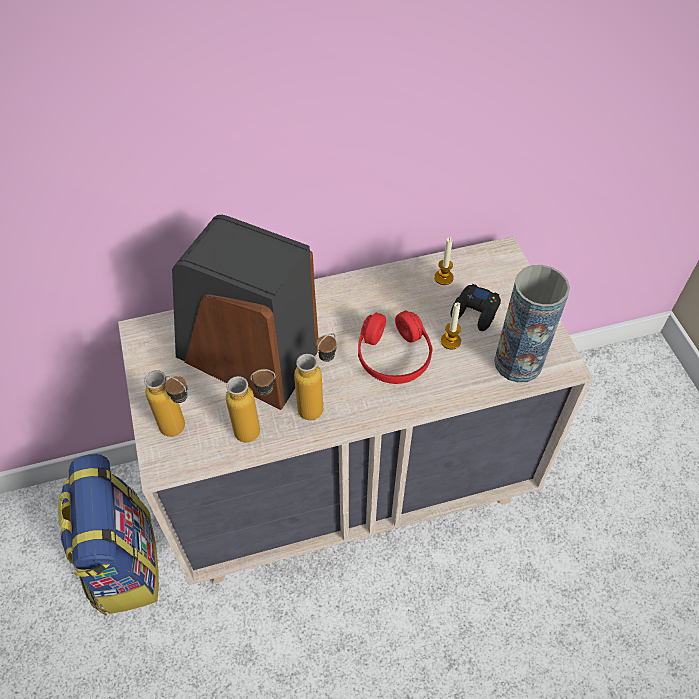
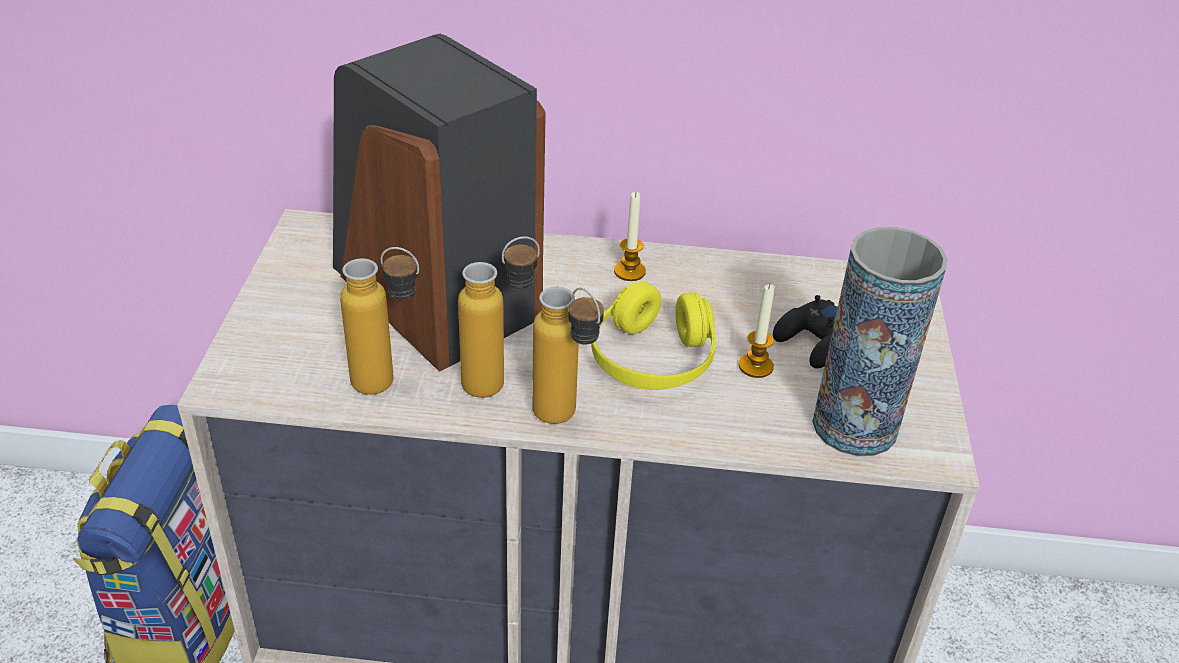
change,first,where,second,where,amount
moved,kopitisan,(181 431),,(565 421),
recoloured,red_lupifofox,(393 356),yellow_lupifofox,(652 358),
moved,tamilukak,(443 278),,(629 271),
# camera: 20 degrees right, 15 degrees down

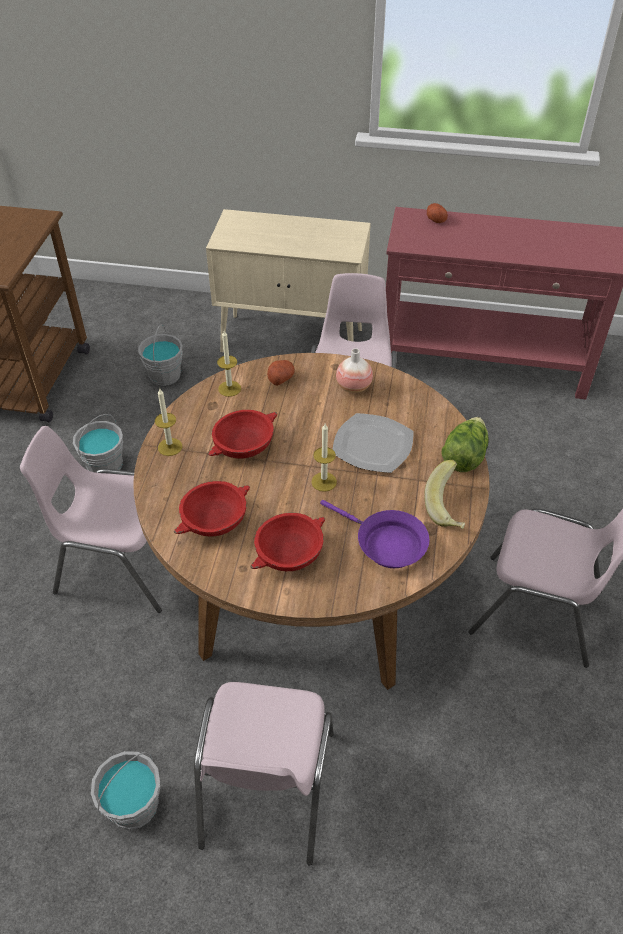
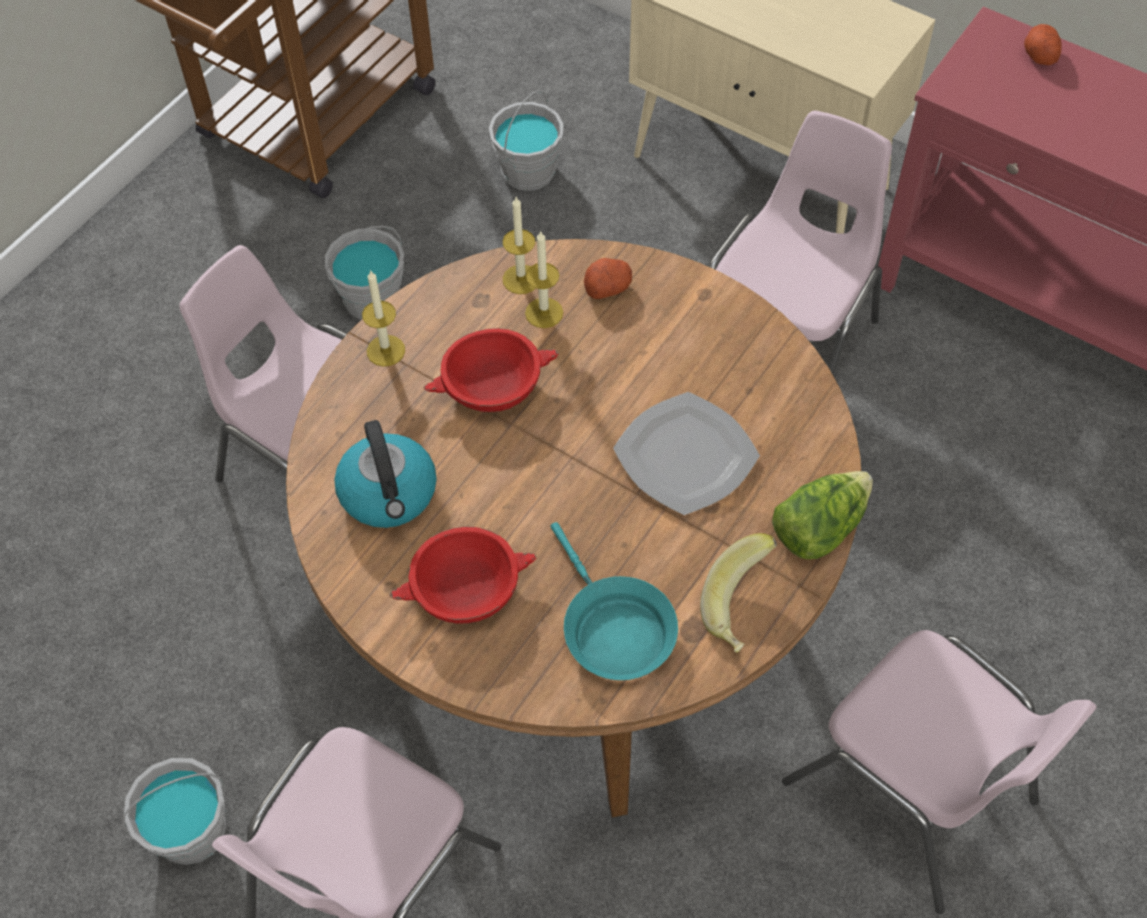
change,first,where,second,where,amount
replaced,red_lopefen,(214 519),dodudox,(389 494),
moved,tamilukak,(324 481),,(544 313),
recoloured,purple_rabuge,(385 543),turquoise_rabuge,(613 629),
removed,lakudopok,(353 387),,,
# camera: 25 degrees right, 10 degrees up

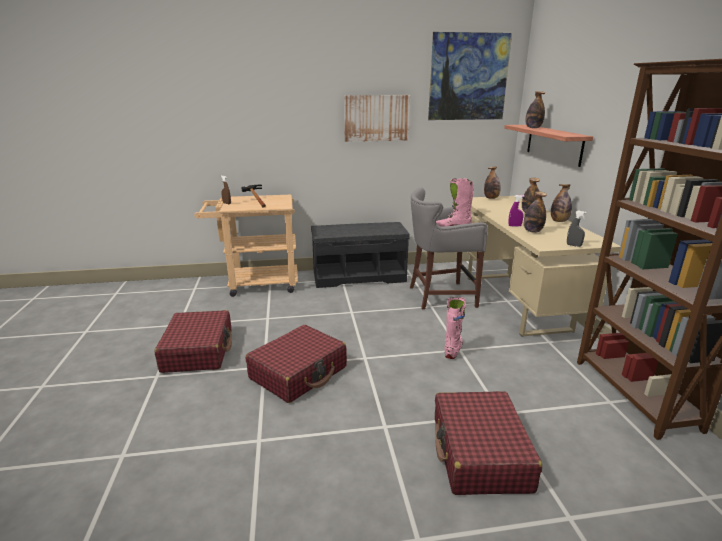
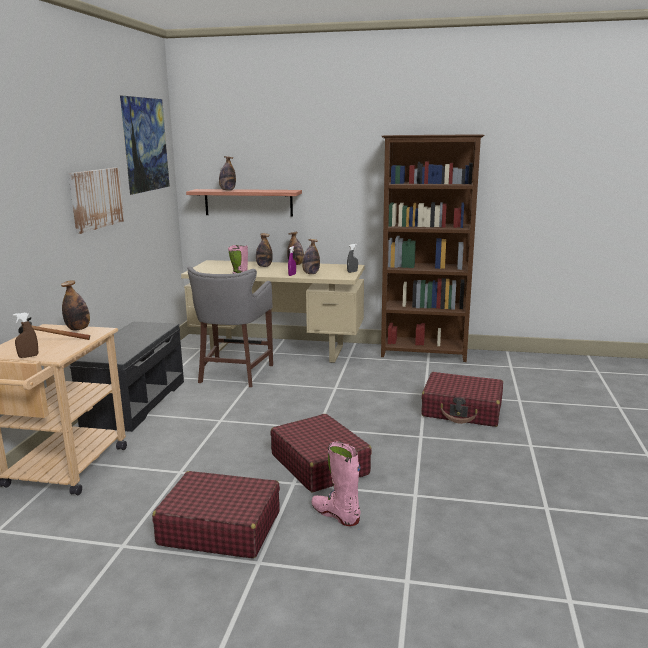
change,first,where,second,where,amount
moved,kopitisan,(491 198),,(78 329),
moved,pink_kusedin,(453 349),,(335 515),
# camera: 70 degrees left, 5 degrees down

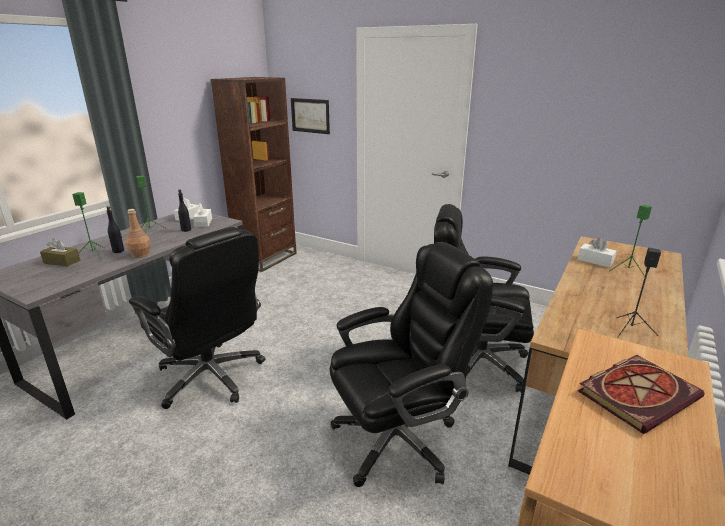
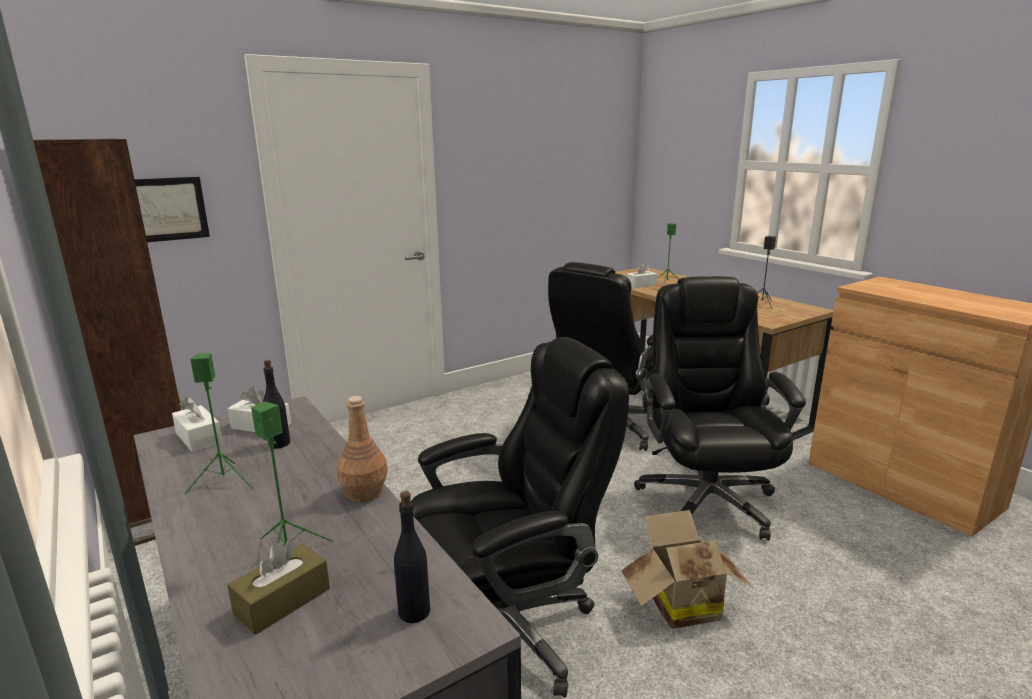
change,first,where,second,where,amount
moved,black_kopitisan,(118 251),,(414 611),
added,,,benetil,(679 603),
removed,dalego,(637 393),,,
# camera: 65 degrees left, 5 degrees down

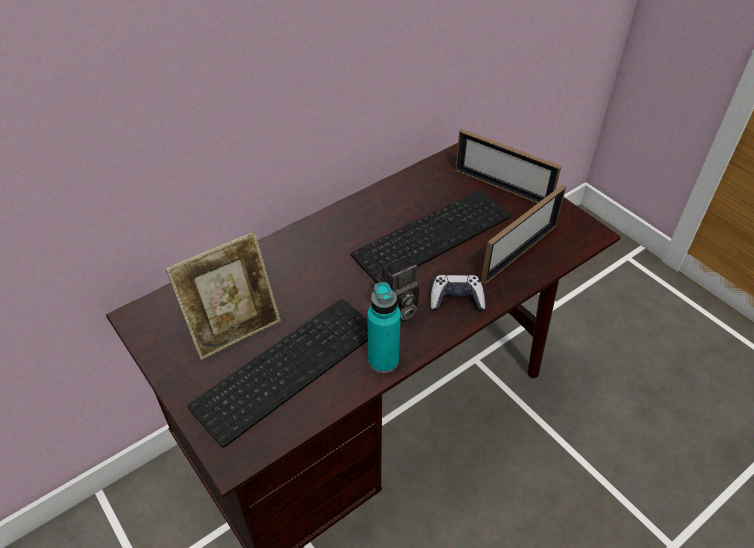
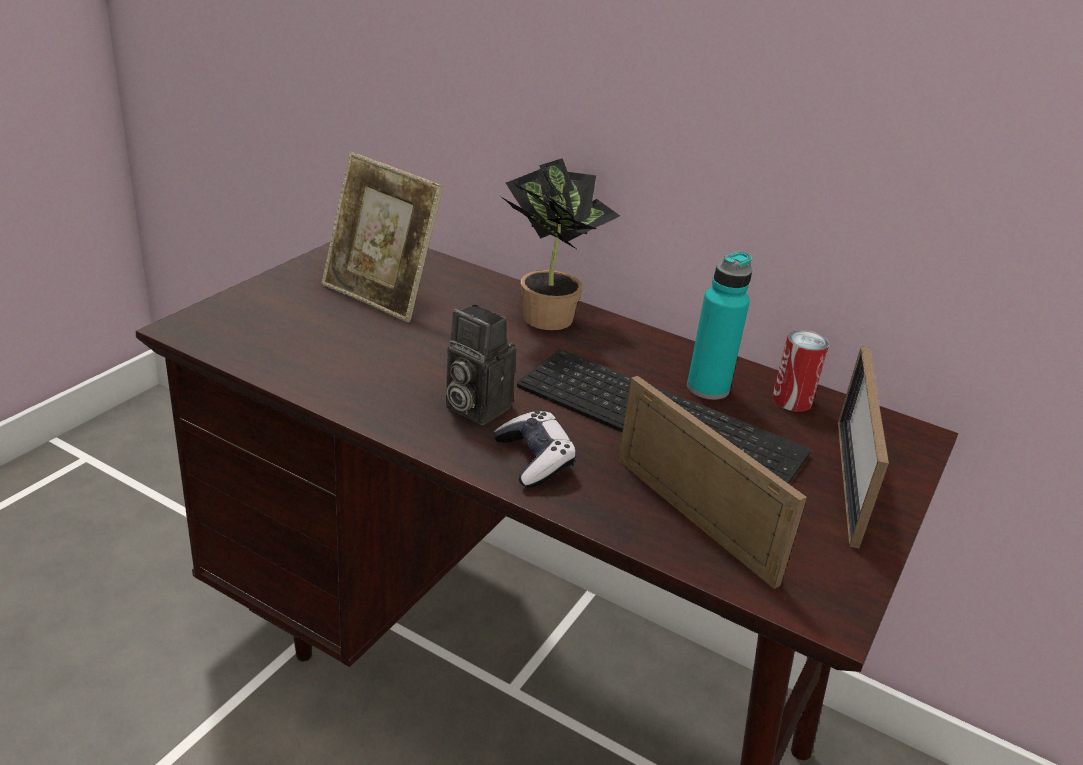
change,first,where,second,where,amount
added,,,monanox,(546 314),
turned,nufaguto,(519 253),,(693 518),150 degrees counterclockwise
moved,turquoise_kopitisan,(383 360),,(707 388),
added,,,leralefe,(792 400),
removed,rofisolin,(287 364),,,
# camera: 65 degrees right, 15 degrees down

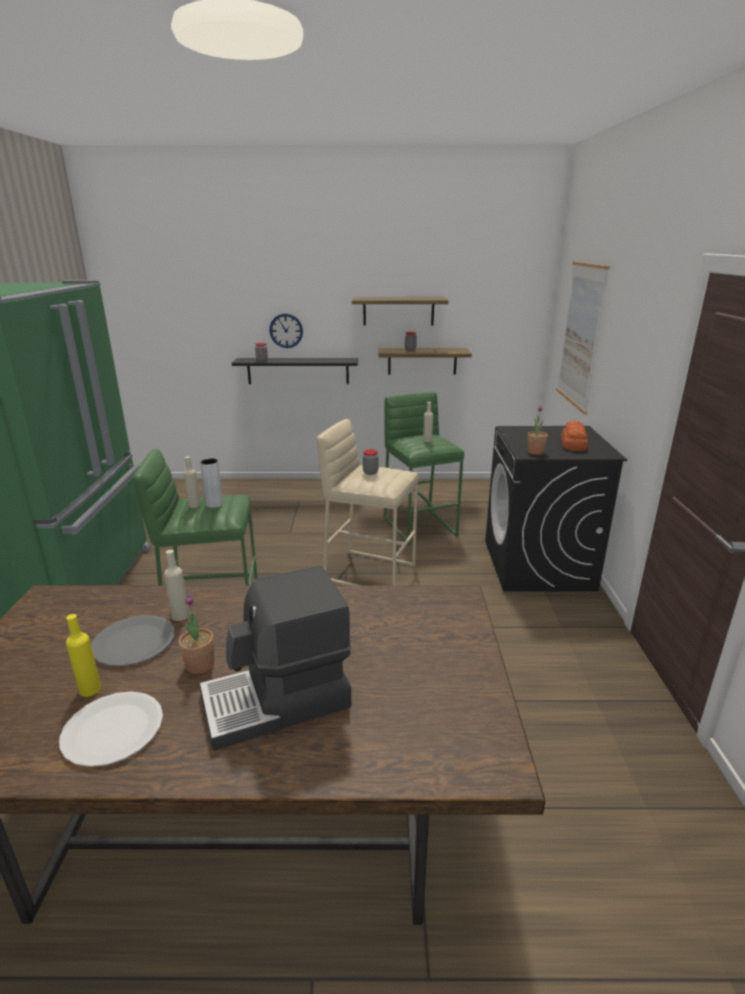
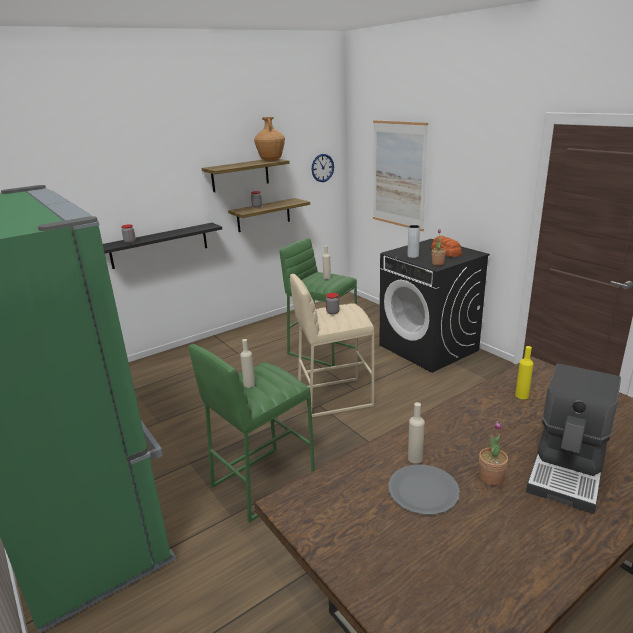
change,first,where,second,where,amount
added,,,brown_lakudopok,(271 160),
moved,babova,(286 330),,(322 168),
moved,grey_lakudopok,(214 504),,(413 256),
moved,yellow_kopitisan,(90 689),,(521 395),
removed,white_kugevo,(113 730),,,
# camera: 35 degrees left, 0 degrees up

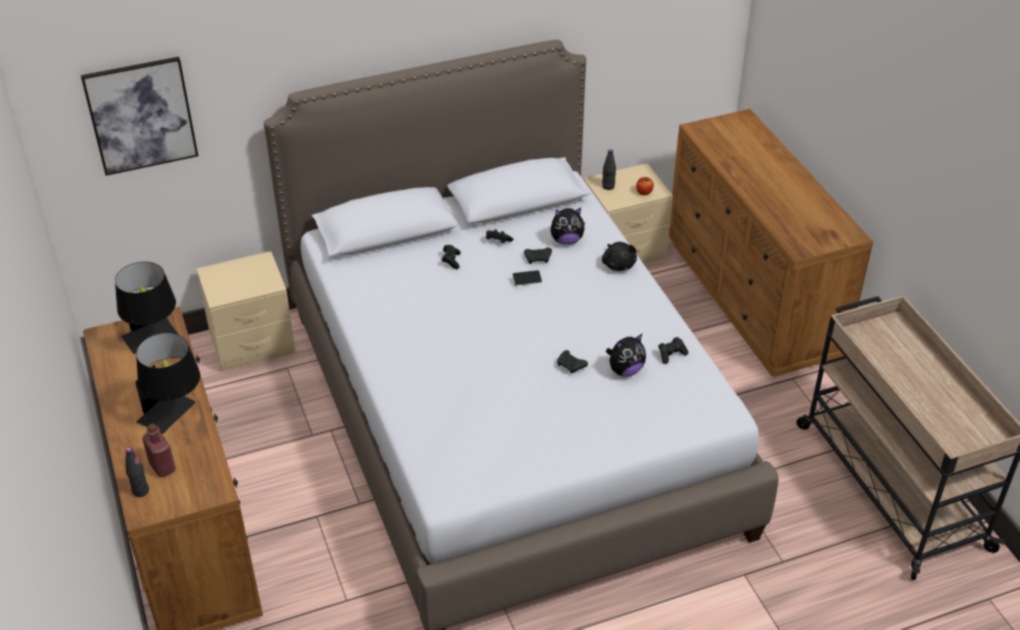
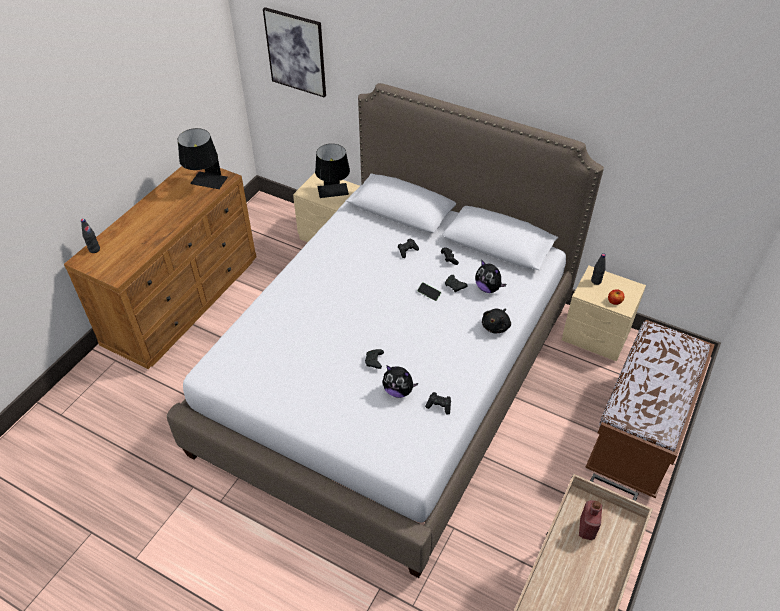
change,first,where,second,where,amount
moved,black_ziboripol,(175 415),,(334 194),
moved,red_kopitisan,(162 467),,(587 528),
replaced,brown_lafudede,(752 298),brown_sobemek,(639 433),
# camera: 50 degrees right, 5 degrees up

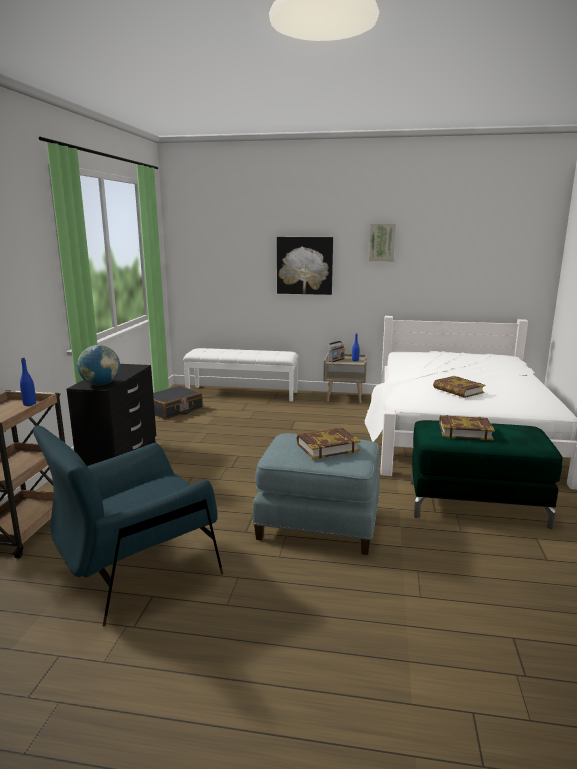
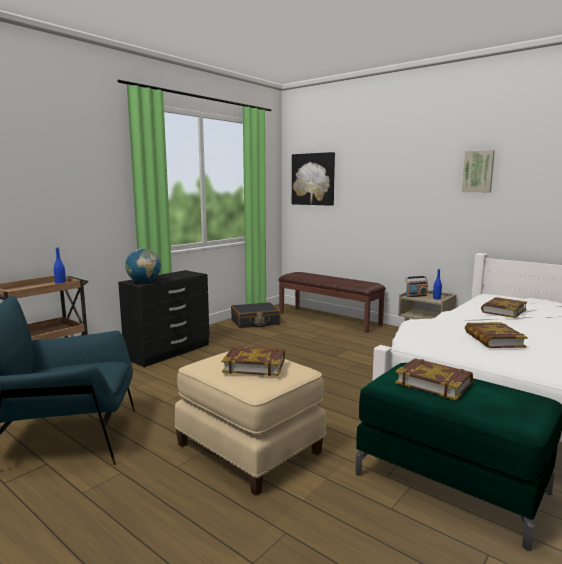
change,first,where,second,where,amount
recoloured,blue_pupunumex,(319 523),beige_pupunumex,(250 447),
recoloured,white_sobemek,(242 393),brown_sobemek,(329 318),
moved,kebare,(304 265),,(313 179),
added,,,dalego,(503 311),
# camera: 30 degrees right, 5 degrees down

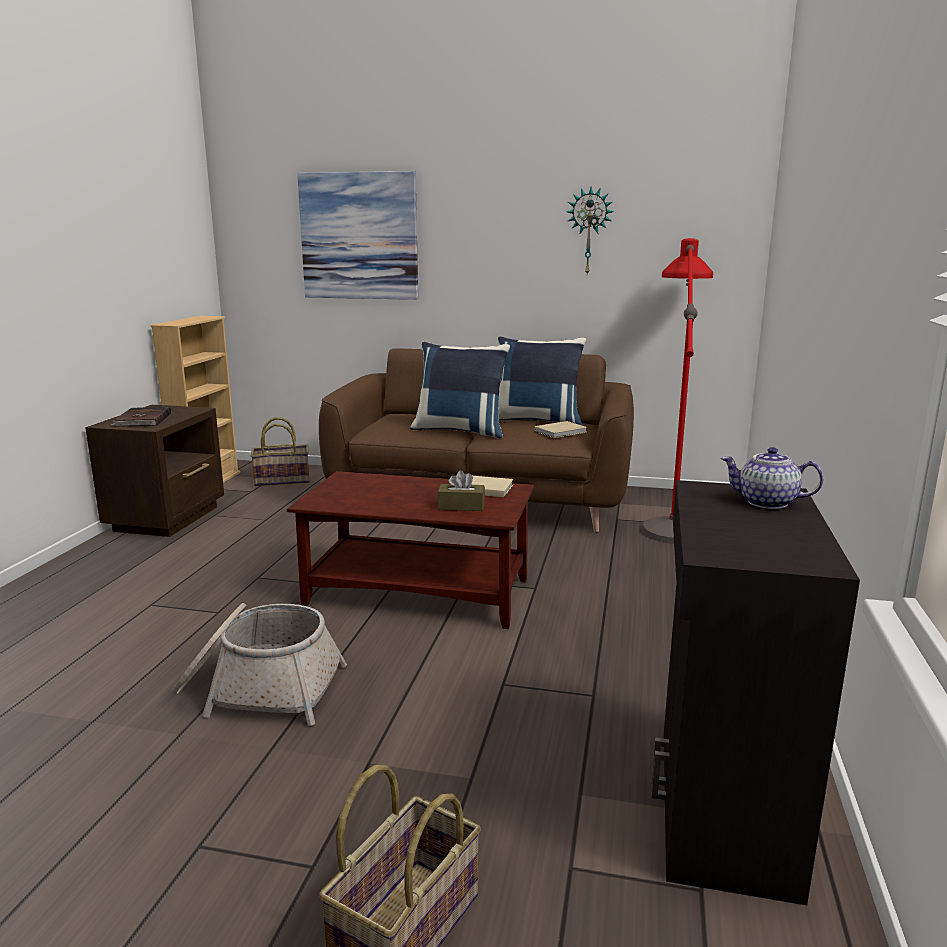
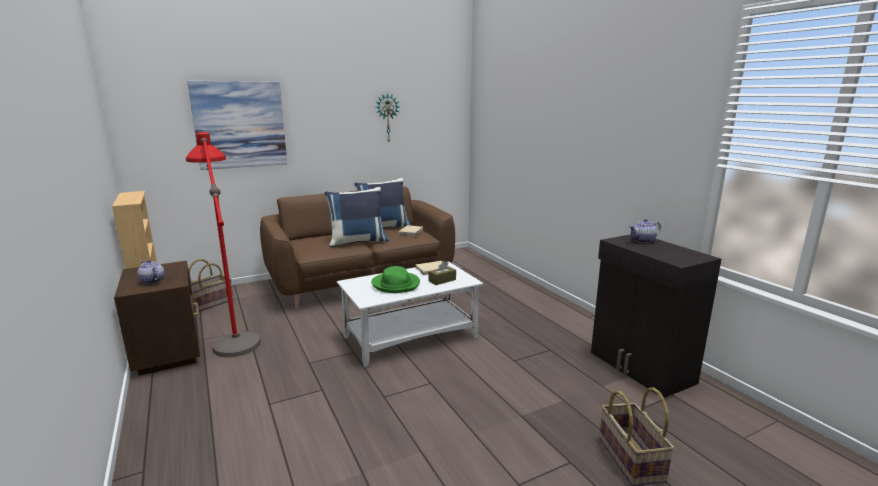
change,first,where,second,where,amount
replaced,brown_dalego,(142 420),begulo,(152 281),
moved,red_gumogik,(671 516),,(233 332),
recoloured,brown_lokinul,(420 592),white_lokinul,(411 337),
added,,,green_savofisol,(396 284),
removed,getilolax,(259 688),,,
# camera: 40 degrees left, 0 degrees up

